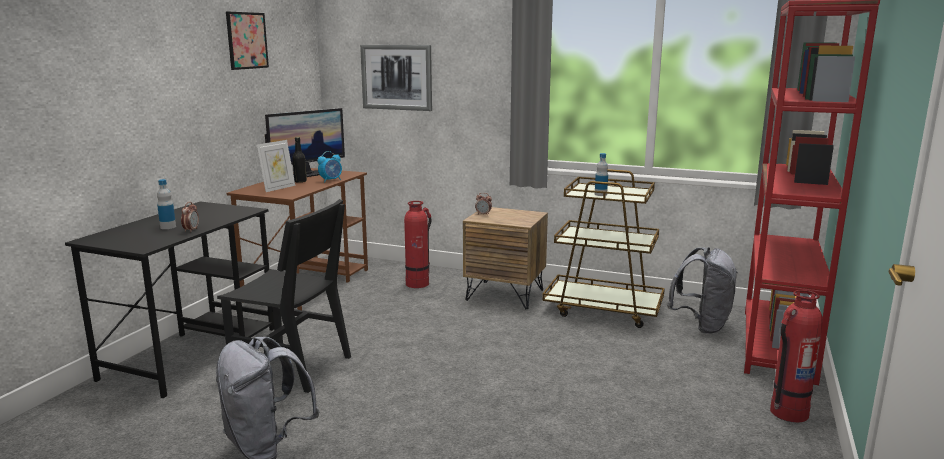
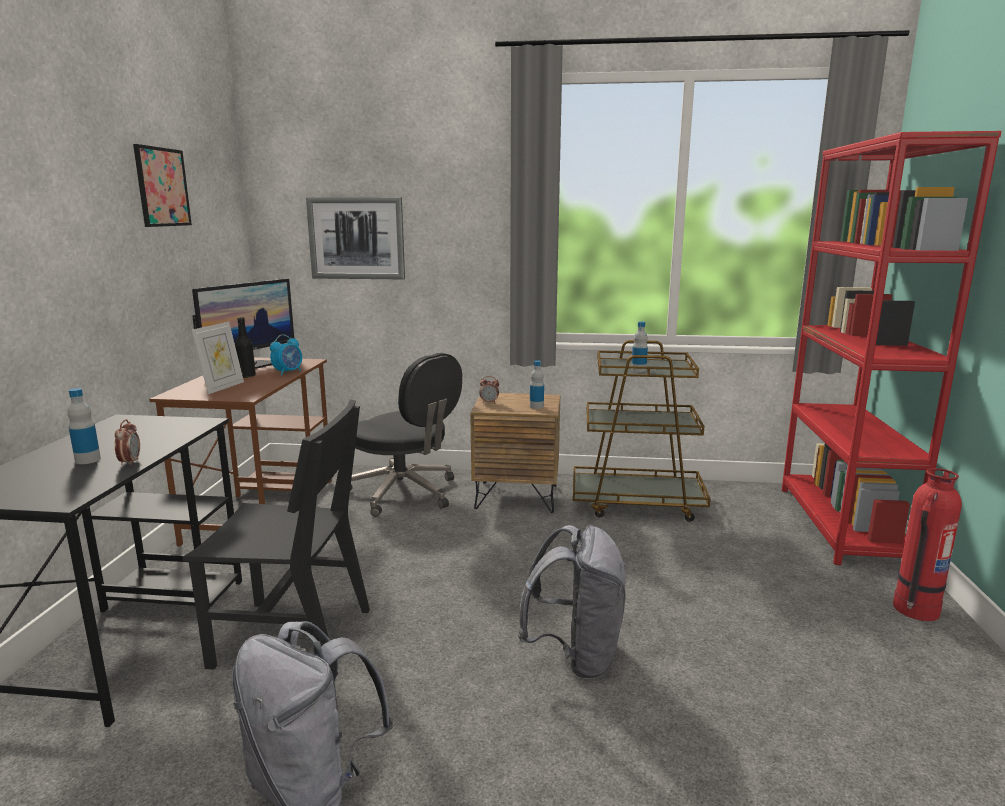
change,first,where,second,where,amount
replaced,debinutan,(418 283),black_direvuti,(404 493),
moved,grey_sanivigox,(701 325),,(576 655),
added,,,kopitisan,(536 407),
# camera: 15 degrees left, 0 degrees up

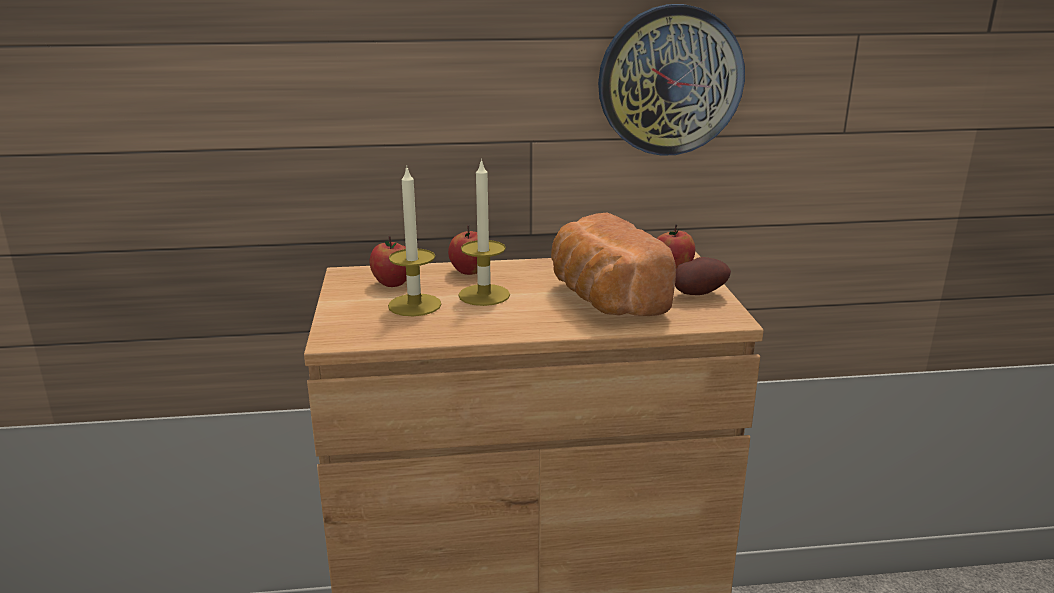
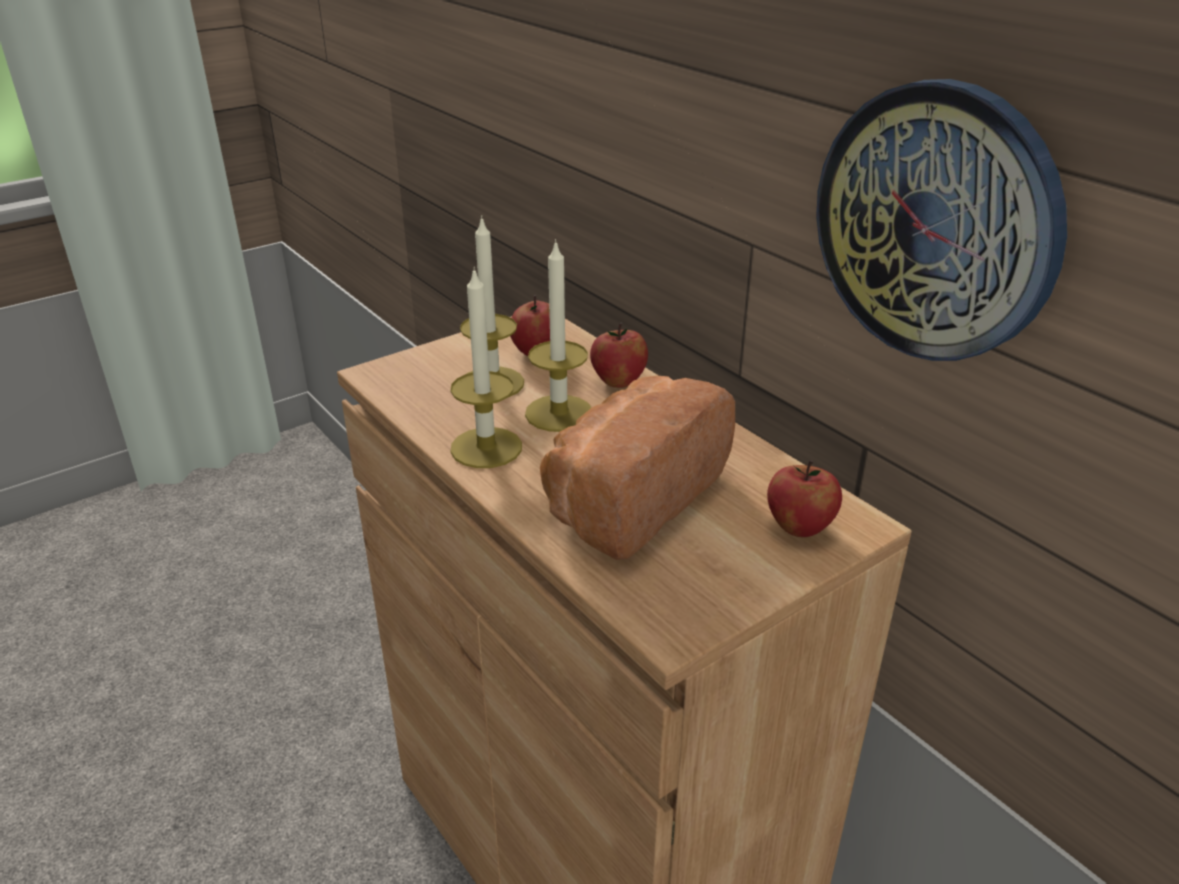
change,first,where,second,where,amount
added,,,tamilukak,(486 448),
removed,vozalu,(697 294),,,
# camera: 60 degrees right, 10 degrees up

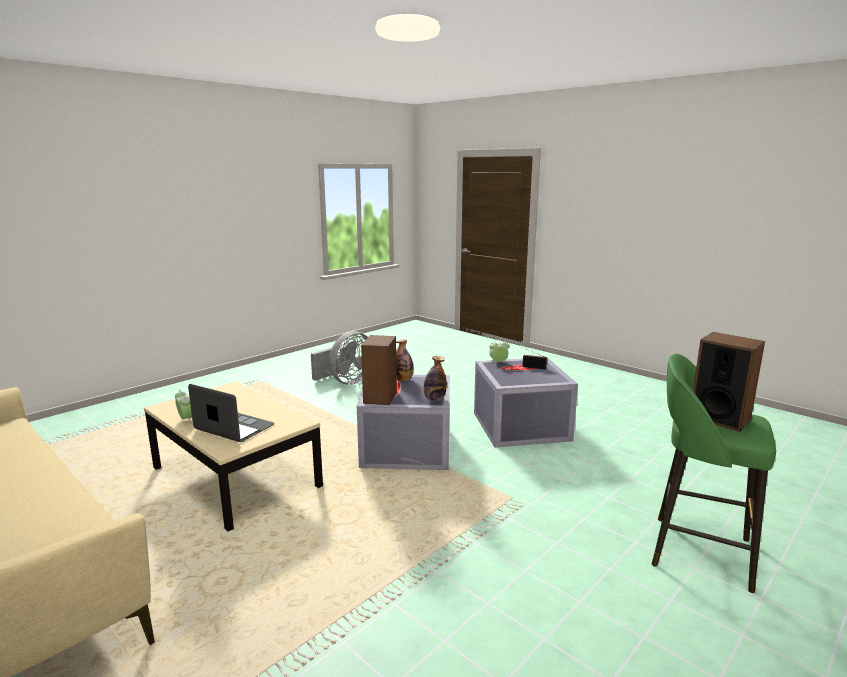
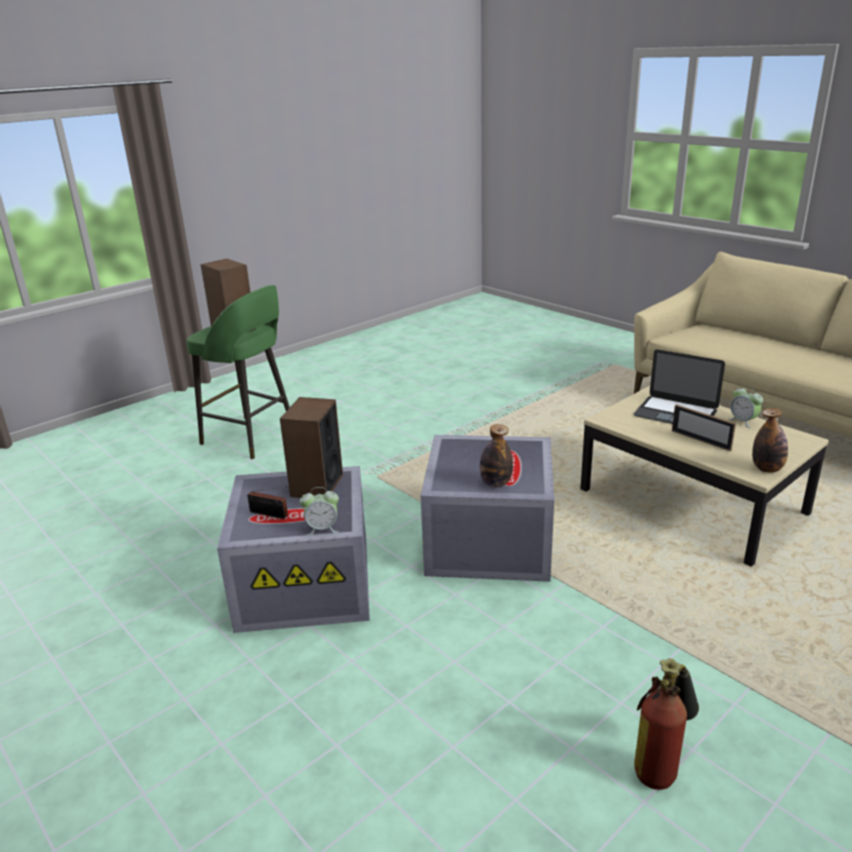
change,first,where,second,where,amount
moved,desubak,(380 397),,(316 486),
replaced,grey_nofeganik,(346 382),debinutan,(662 763),
added,,,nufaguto,(700 440),
moved,kopitisan,(434 399),,(767 469),
# camera: 175 degrees left, 10 degrees up

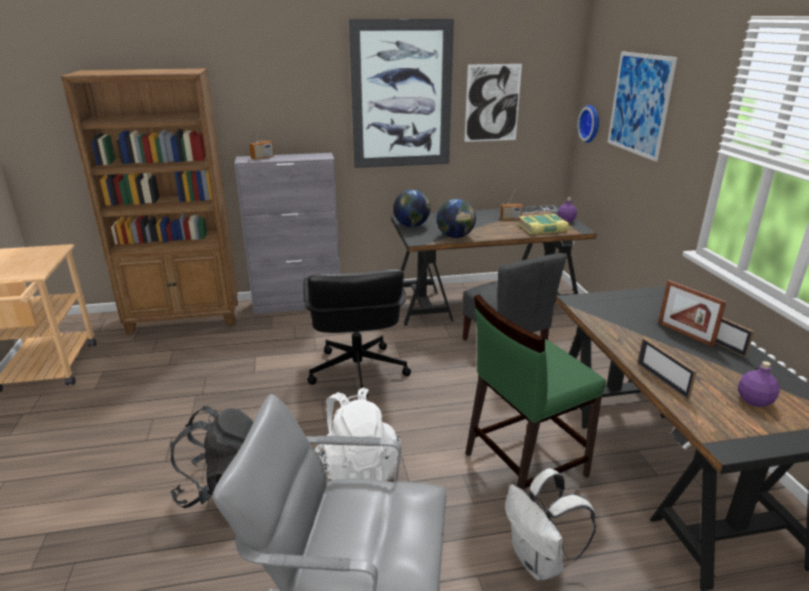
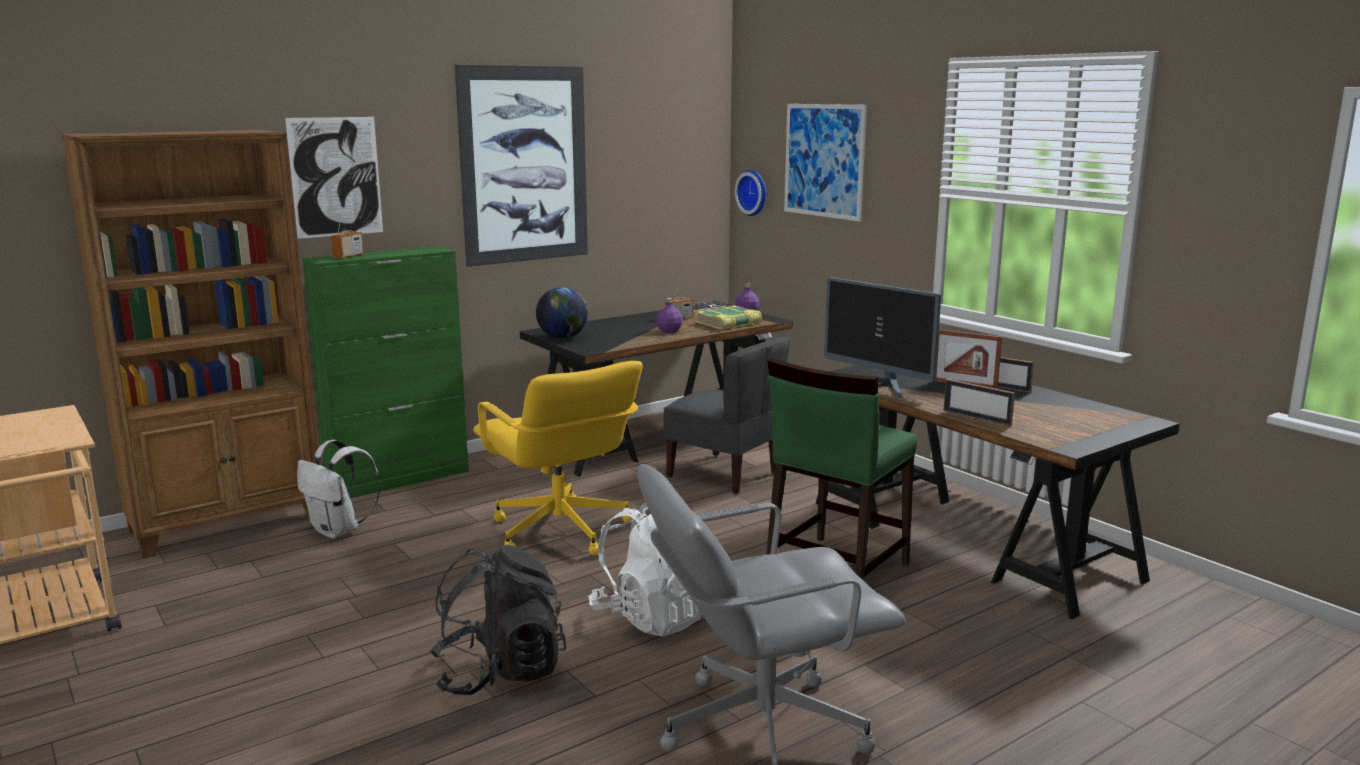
change,first,where,second,where,amount
moved,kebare,(492 103),,(336 177),
moved,white_sanivigox,(540 561),,(339 531),
recoloured,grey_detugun,(298 304),green_detugun,(399 479),
recoloured,black_direvuti,(357 372),yellow_direvuti,(560 532),
moved,purple_kopitisan,(754 401),,(669 331),
added,,,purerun,(878 385),
removed,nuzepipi,(455 236),,,
# camera: 25 degrees left, 10 degrees down

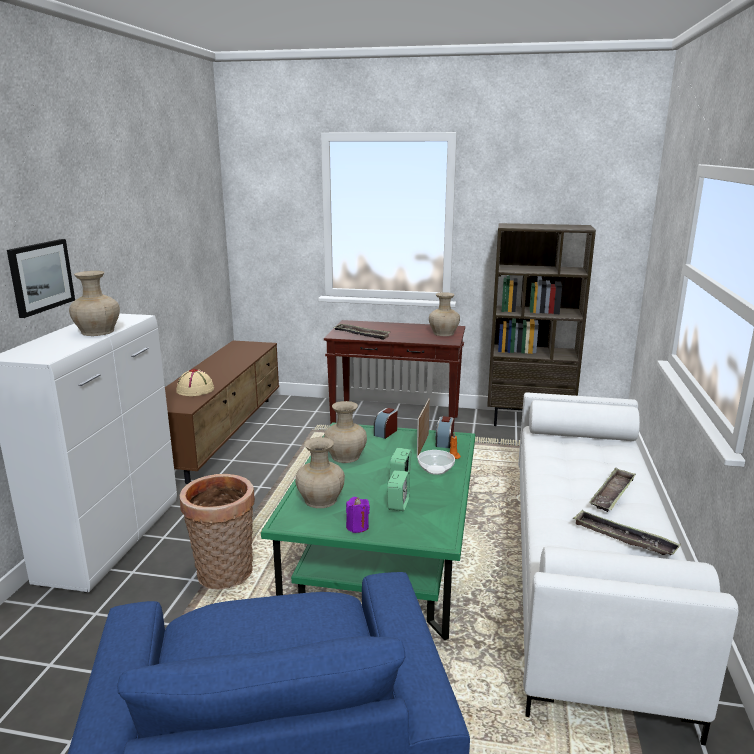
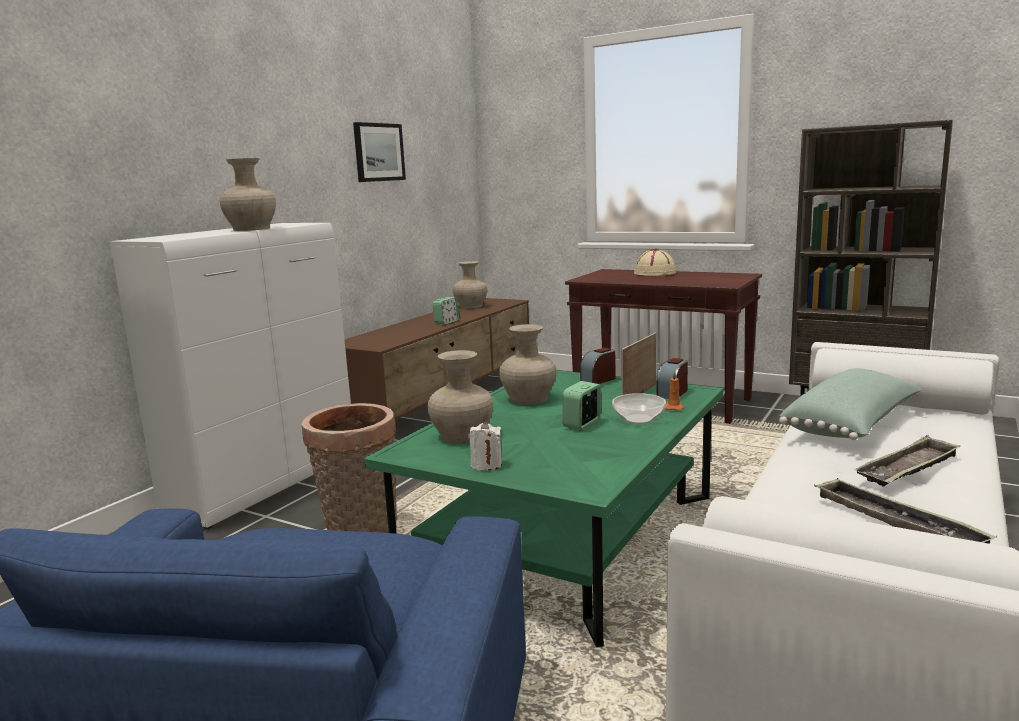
change,first,where,second,where,amount
moved,kebare,(40 276),,(378 152),
moved,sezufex,(398 504),,(446 322),
moved,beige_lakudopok,(444 333),,(471 306),
recoloured,purple_tamilukak,(357 527),white_tamilukak,(486 465),
moved,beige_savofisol,(196 390),,(655 273),
added,,,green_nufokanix,(853 426),
removed,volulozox,(361 334),,,
# camera: 20 degrees right, 5 degrees down

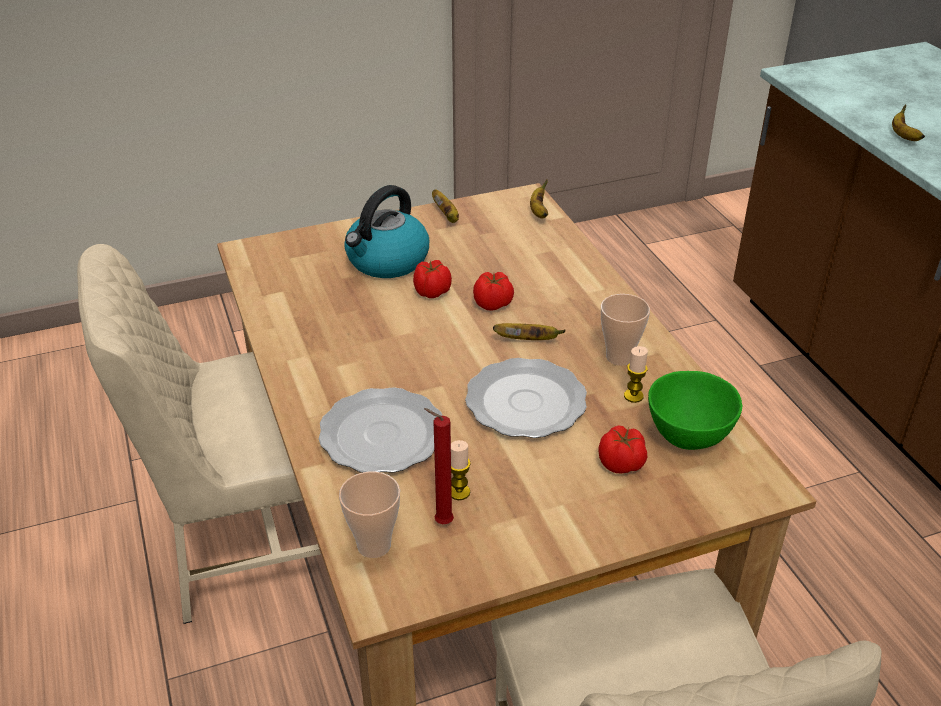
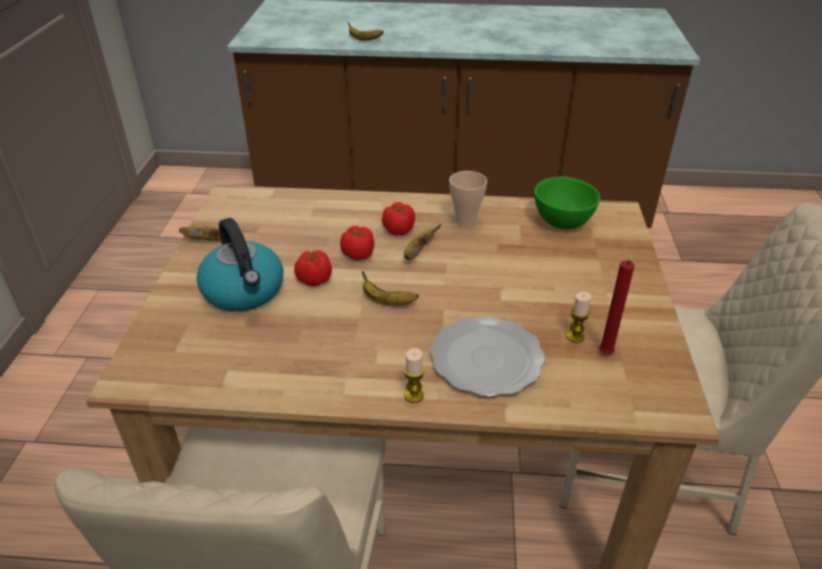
change,first,where,second,where,amount
moved,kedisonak,(538 211),,(387 301),
moved,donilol,(622 464),,(399 230),
moved,tamilukak,(633 396),,(414 395),
removed,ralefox,(374 545),,,
removed,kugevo,(524 401),,,
# camera: 65 degrees left, 0 degrees up

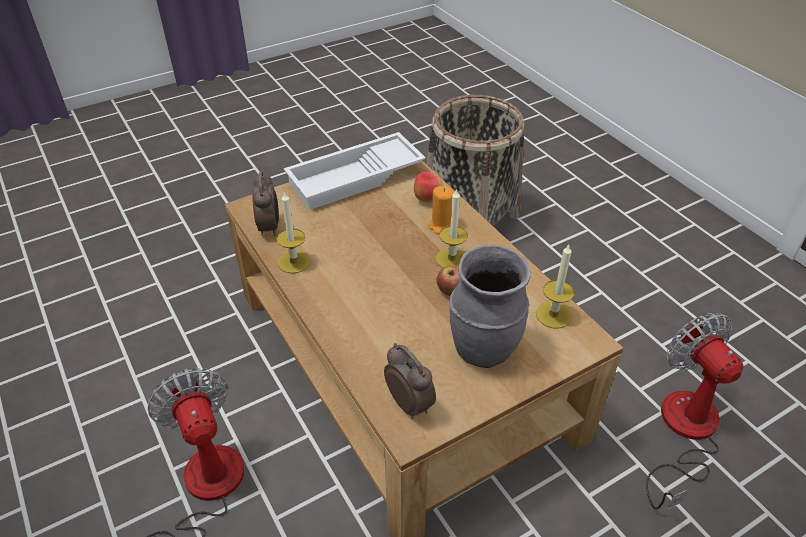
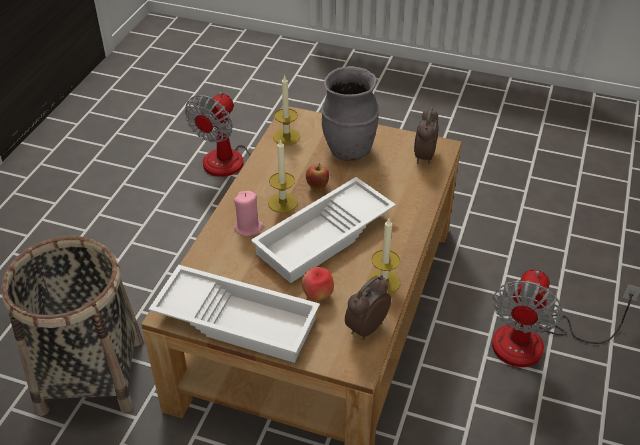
change,first,where,second,where,amount
recoloured,orange_tamilukak,(442 225),pink_tamilukak,(248 227),
added,,,white_volulozox,(325 237),
moved,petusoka,(427 199),,(317 296),
# camera: 130 degrees left, 0 degrees up

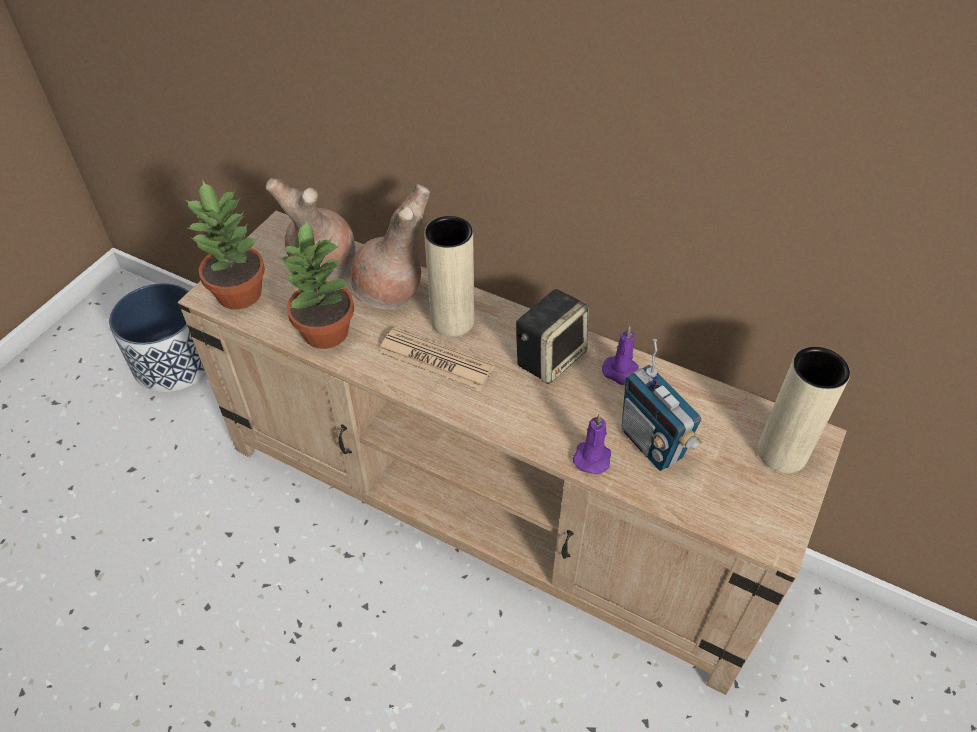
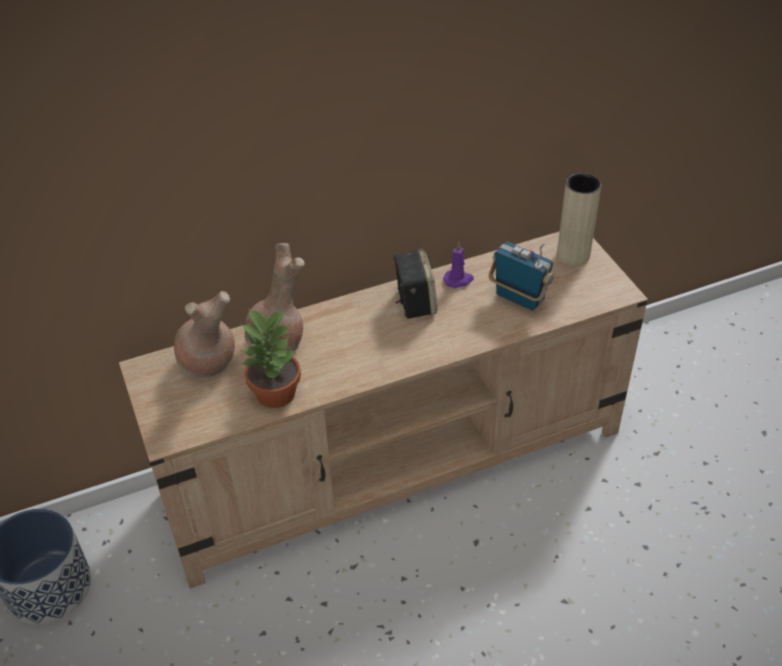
change,first,where,second,where,amount
turned,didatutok,(652 443),,(519 298),150 degrees counterclockwise
removed,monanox,(240 293),,,
removed,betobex,(436 360),,,
removed,beige_lakudopok,(452 321),,,
removed,purple_tamilukak,(592 456),,,
# camera: 50 degrees left, 5 degrees down

